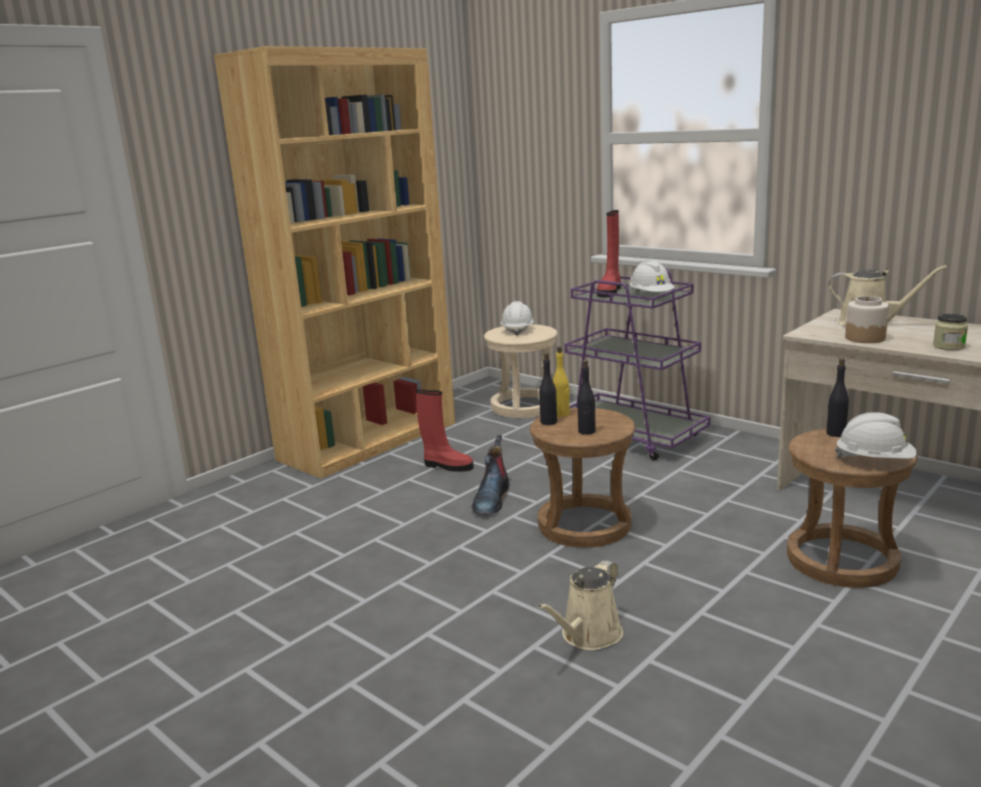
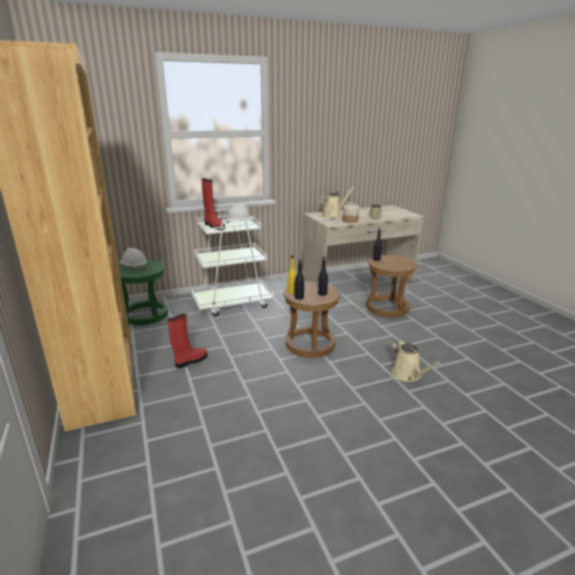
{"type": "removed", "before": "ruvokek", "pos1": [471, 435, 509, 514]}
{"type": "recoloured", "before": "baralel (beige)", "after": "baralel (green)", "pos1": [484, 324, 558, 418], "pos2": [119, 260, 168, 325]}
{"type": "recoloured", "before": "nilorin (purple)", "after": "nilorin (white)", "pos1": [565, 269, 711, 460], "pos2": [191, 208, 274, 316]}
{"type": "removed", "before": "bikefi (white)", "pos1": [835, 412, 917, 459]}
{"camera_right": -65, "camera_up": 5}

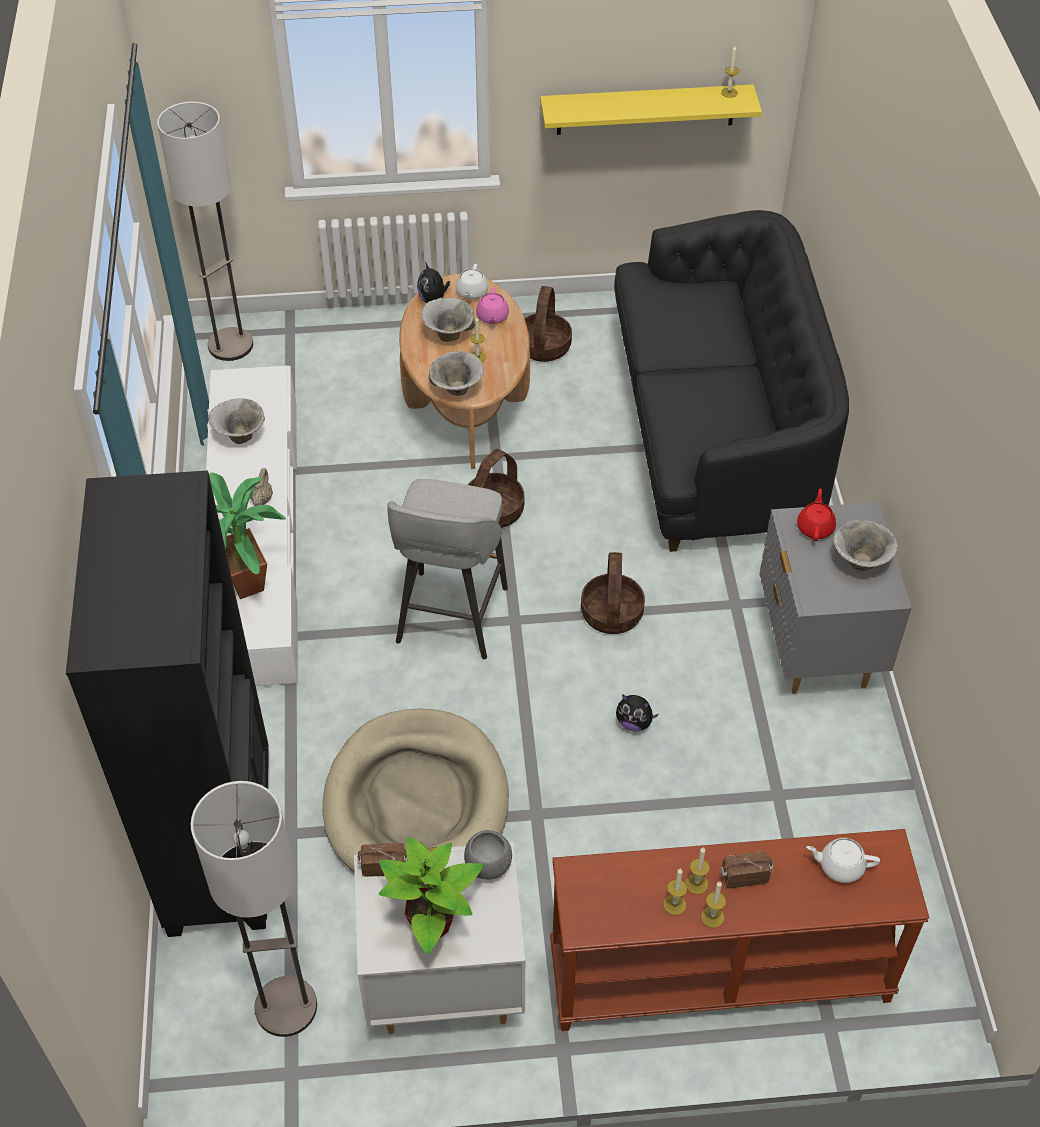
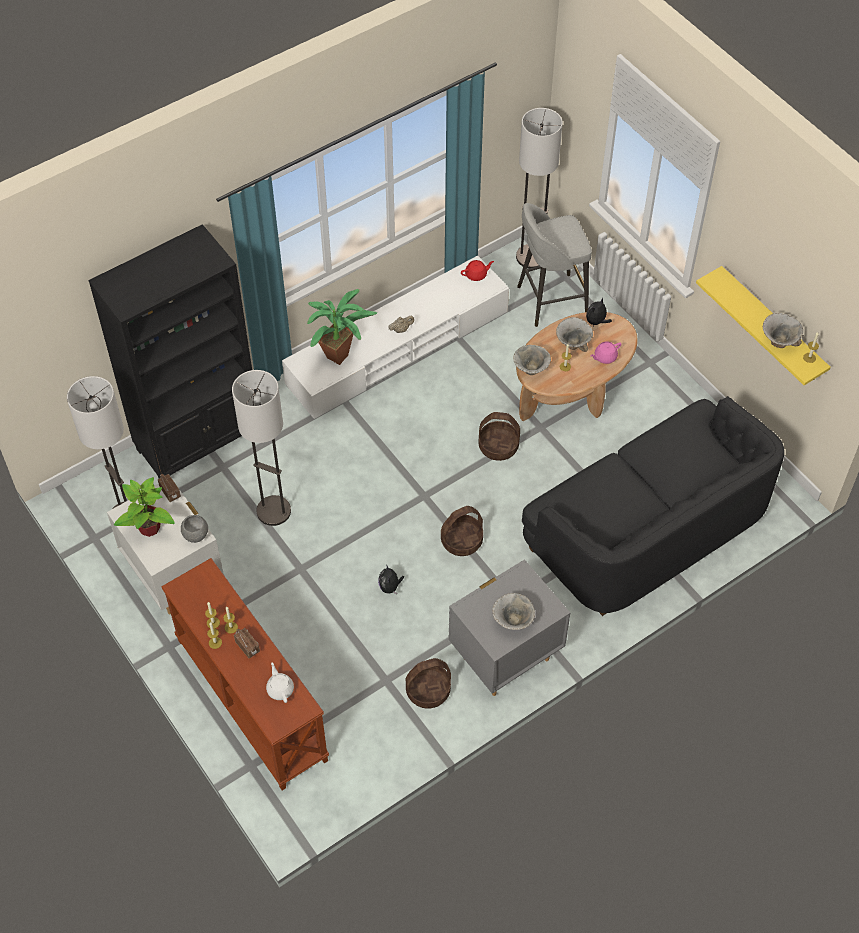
{"type": "moved", "before": "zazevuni", "pos1": [208, 398, 265, 444], "pos2": [763, 313, 803, 348]}
{"type": "replaced", "before": "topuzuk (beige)", "after": "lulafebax", "pos1": [322, 708, 509, 872], "pos2": [232, 370, 291, 526]}
{"type": "moved", "before": "baralel (grey)", "pos1": [387, 479, 508, 659], "pos2": [517, 203, 592, 327]}
{"type": "removed", "before": "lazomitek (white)", "pos1": [456, 264, 488, 300]}
{"type": "moved", "before": "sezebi", "pos1": [525, 286, 572, 362], "pos2": [406, 658, 451, 709]}
{"type": "moved", "before": "lazomitek (red)", "pos1": [797, 488, 836, 541], "pos2": [461, 260, 494, 281]}
{"camera_right": 60, "camera_up": 5}

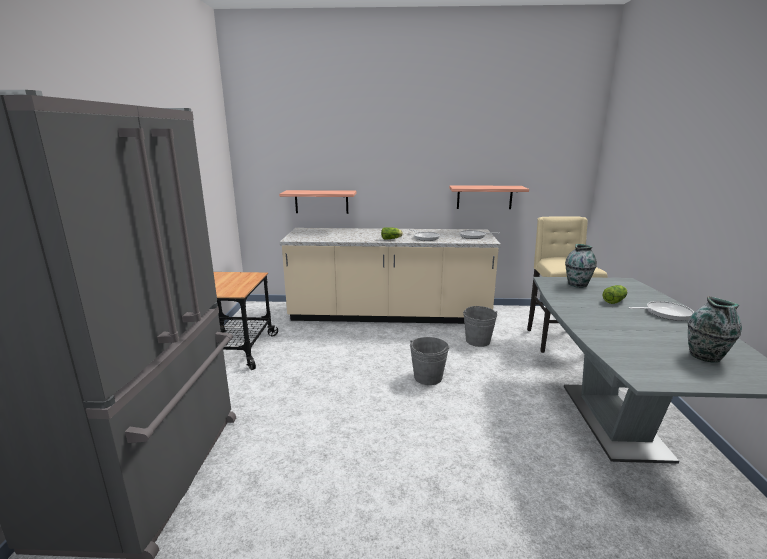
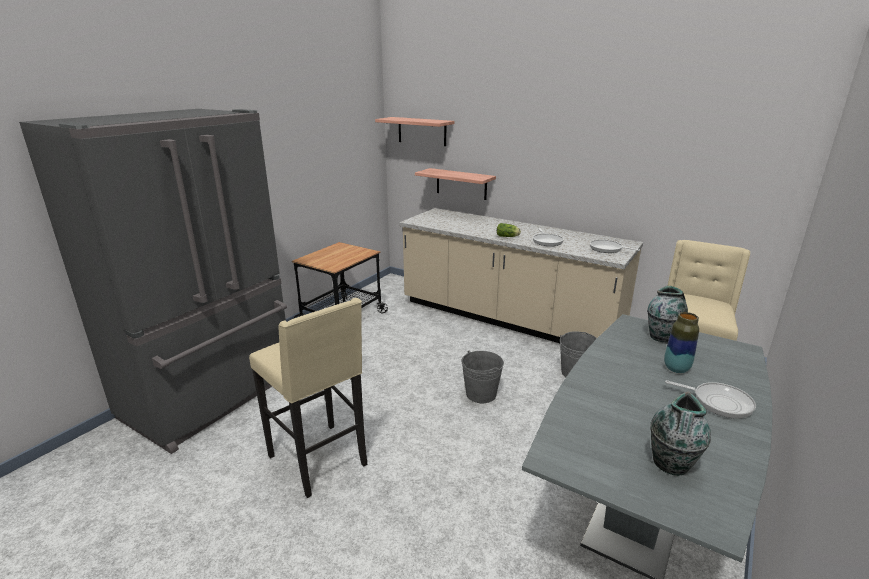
{"type": "moved", "before": "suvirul", "pos1": [449, 185, 529, 209], "pos2": [375, 117, 455, 146]}
{"type": "replaced", "before": "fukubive", "after": "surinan", "pos1": [603, 285, 627, 304], "pos2": [664, 312, 699, 373]}
{"type": "added", "after": "baralel (beige)", "pos2": [249, 298, 367, 498]}
{"camera_right": 30, "camera_up": 5}

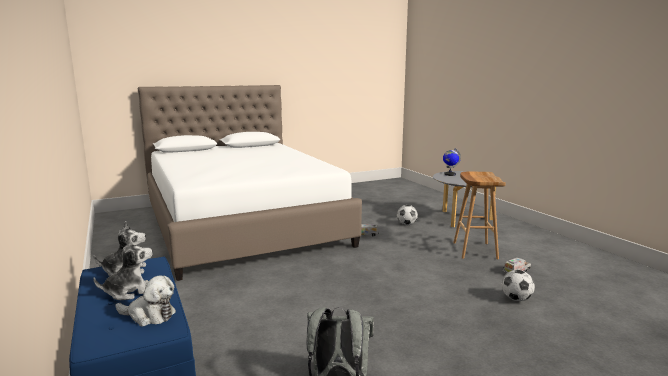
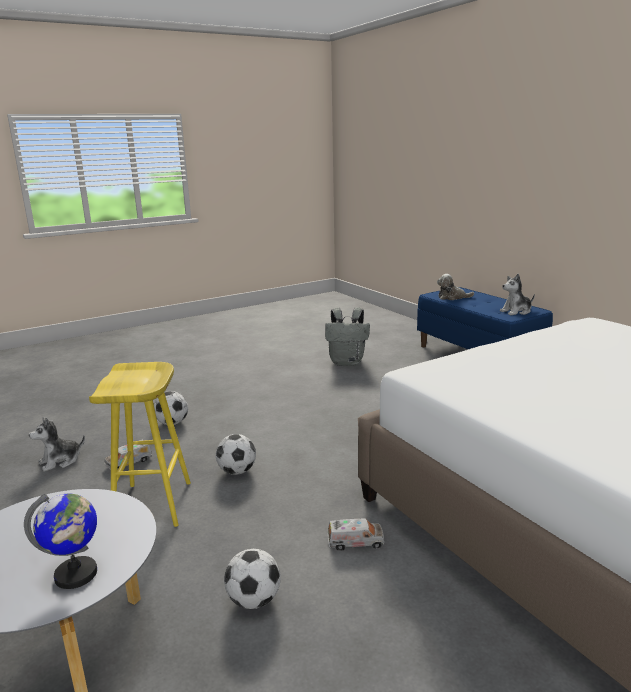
{"type": "moved", "before": "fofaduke", "pos1": [93, 237, 152, 300], "pos2": [29, 417, 85, 472]}
{"type": "recoloured", "before": "baralel (brown)", "after": "baralel (yellow)", "pos1": [453, 172, 506, 259], "pos2": [89, 362, 191, 527]}
{"type": "added", "after": "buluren", "pos2": [216, 434, 256, 475]}
{"camera_right": 175, "camera_up": 5}

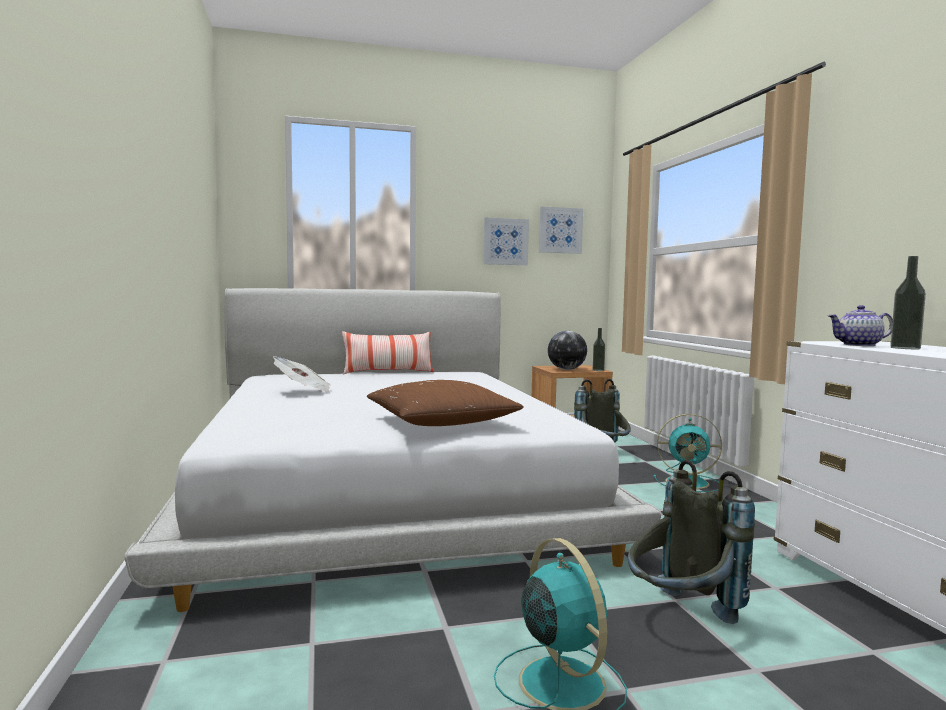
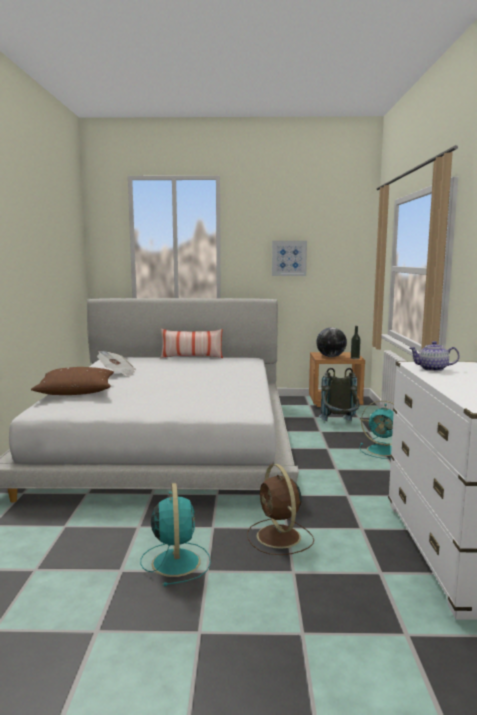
{"type": "moved", "before": "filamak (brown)", "pos1": [367, 380, 524, 426], "pos2": [31, 367, 114, 395]}
{"type": "removed", "before": "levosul", "pos1": [539, 206, 583, 254]}
{"type": "replaced", "before": "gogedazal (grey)", "after": "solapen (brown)", "pos1": [628, 460, 755, 624], "pos2": [247, 464, 314, 555]}
{"type": "removed", "before": "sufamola", "pos1": [890, 256, 926, 349]}
{"camera_right": 15, "camera_up": 5}

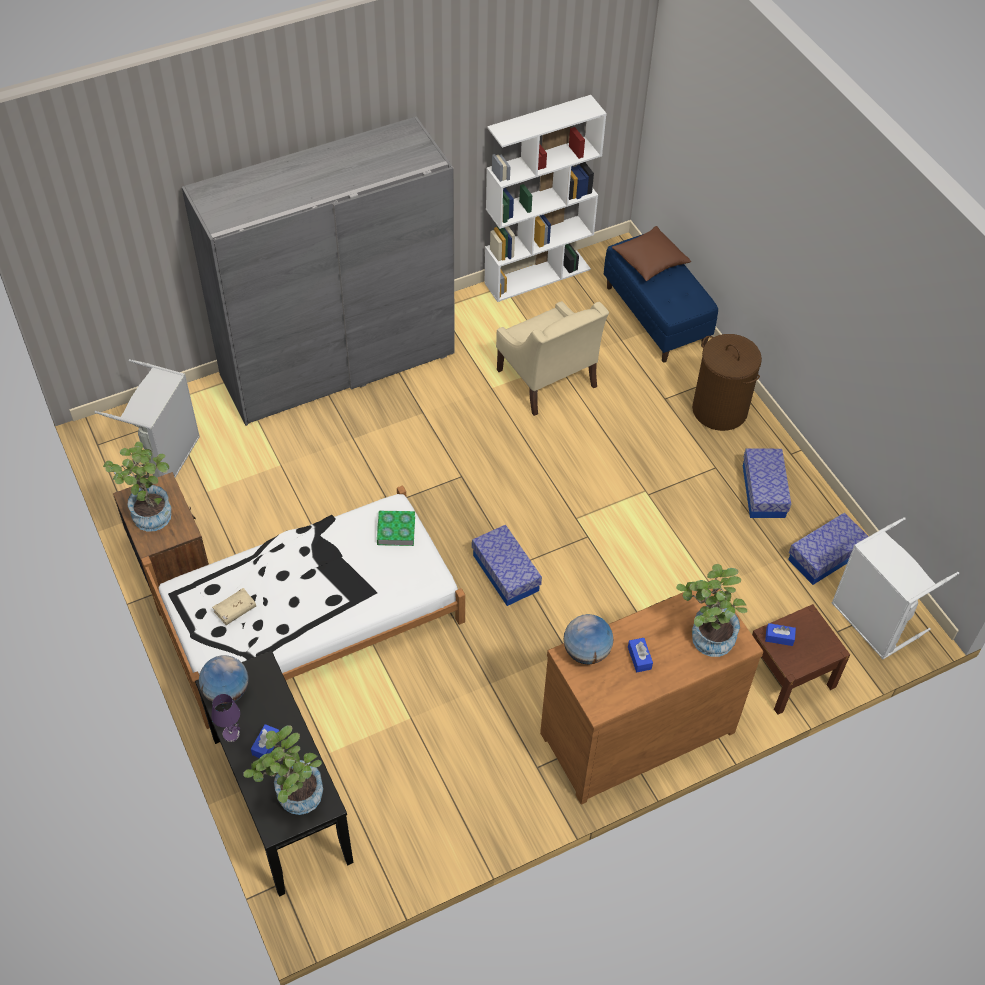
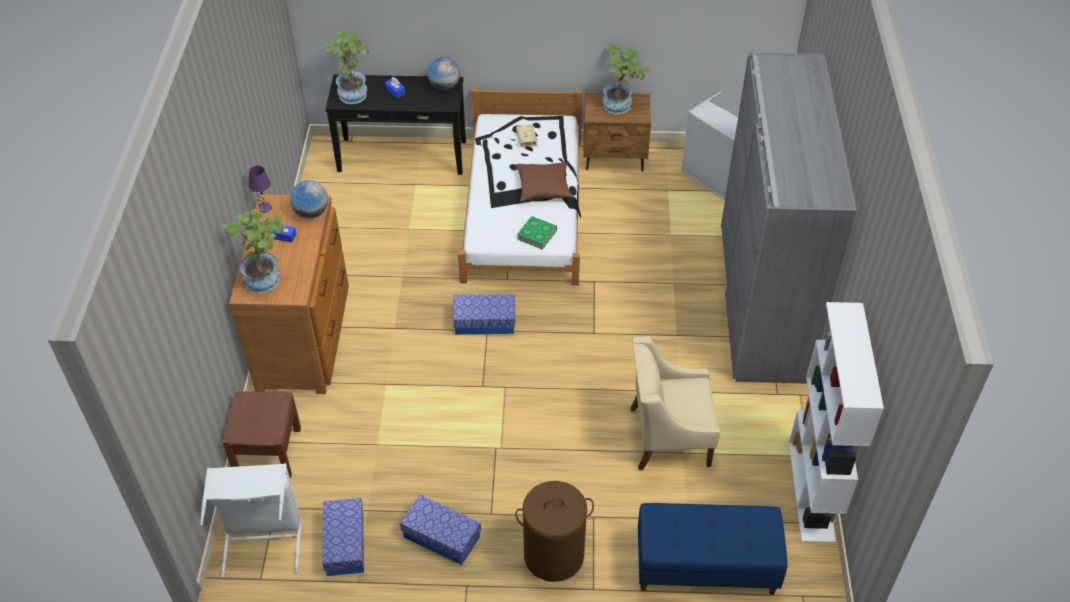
{"type": "moved", "before": "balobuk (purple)", "pos1": [211, 694, 240, 742], "pos2": [249, 166, 272, 212]}
{"type": "moved", "before": "filamak (brown)", "pos1": [612, 226, 691, 281], "pos2": [516, 162, 573, 202]}
{"type": "removed", "before": "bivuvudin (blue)", "pos1": [765, 623, 796, 646]}
{"camera_right": 120, "camera_up": -5}

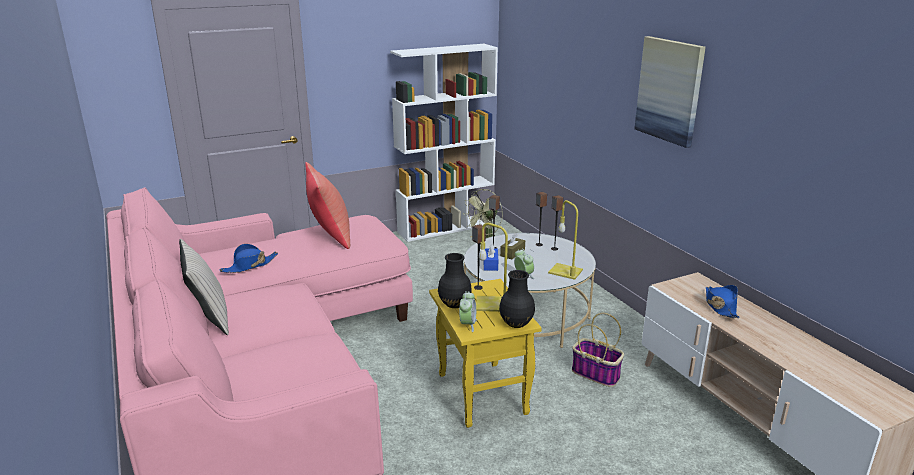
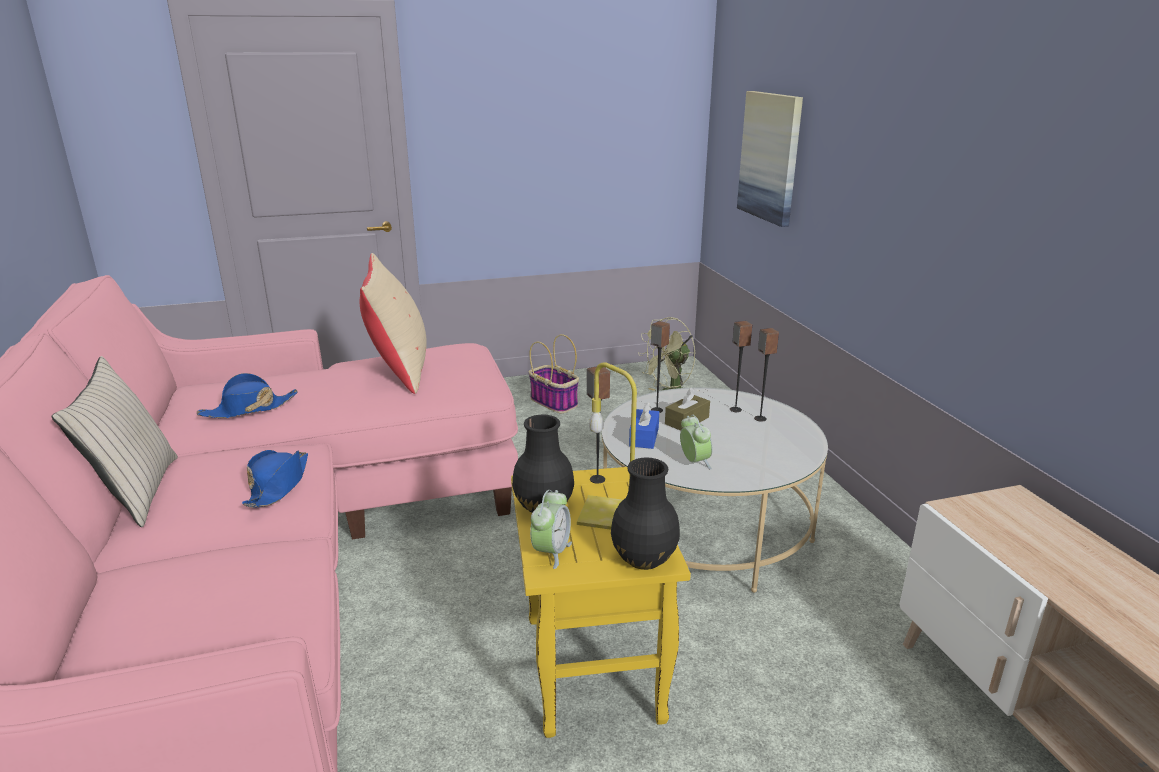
{"type": "recoloured", "before": "filamak (red)", "after": "filamak (beige)", "pos1": [305, 162, 350, 249], "pos2": [360, 253, 427, 394]}
{"type": "removed", "before": "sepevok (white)", "pos1": [390, 44, 498, 242]}
{"type": "removed", "before": "balobuk (yellow)", "pos1": [548, 200, 583, 280]}
{"type": "moved", "before": "sezebi", "pos1": [572, 313, 624, 387], "pos2": [529, 334, 579, 413]}
{"type": "moved", "before": "levosul", "pos1": [634, 36, 706, 148], "pos2": [737, 91, 803, 227]}
{"type": "moved", "before": "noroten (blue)", "pos1": [706, 285, 740, 318], "pos2": [242, 450, 308, 508]}
{"camera_right": 10, "camera_up": 0}

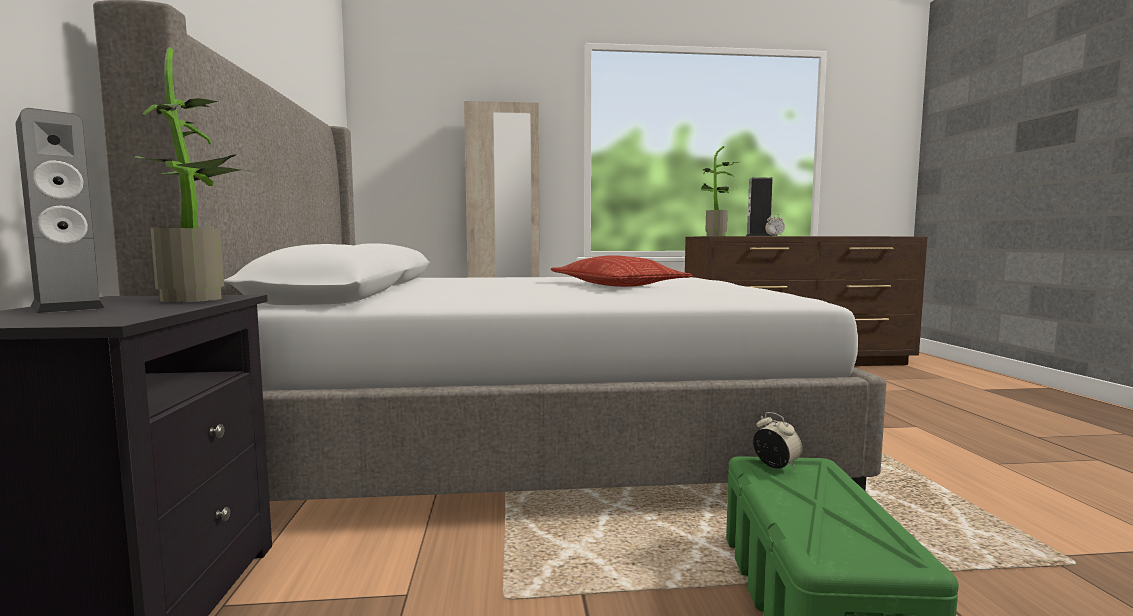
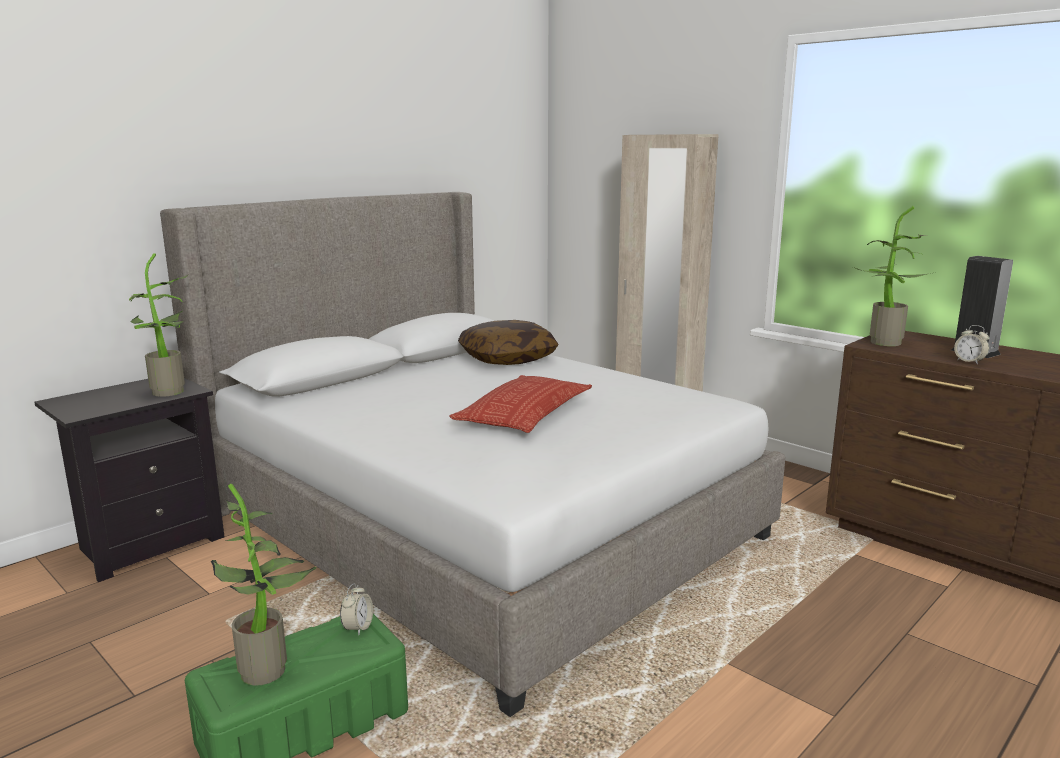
{"type": "removed", "before": "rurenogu", "pos1": [15, 108, 105, 313]}
{"type": "added", "after": "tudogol", "pos2": [211, 484, 316, 686]}
{"type": "added", "after": "filamak", "pos2": [458, 320, 559, 365]}
{"camera_right": 50, "camera_up": 10}

